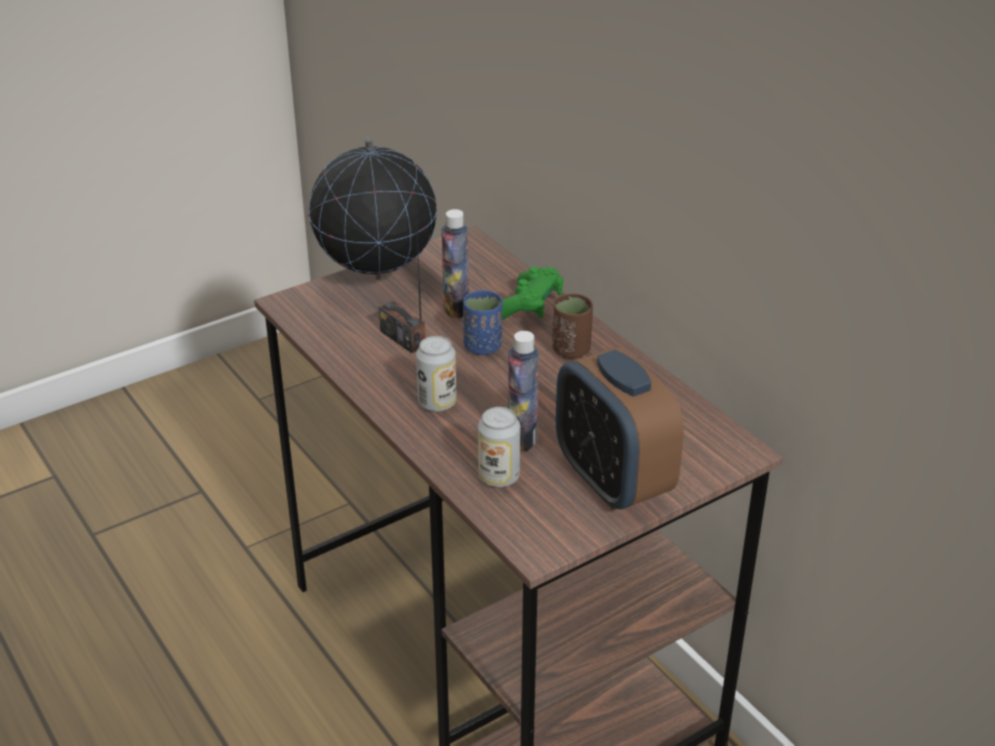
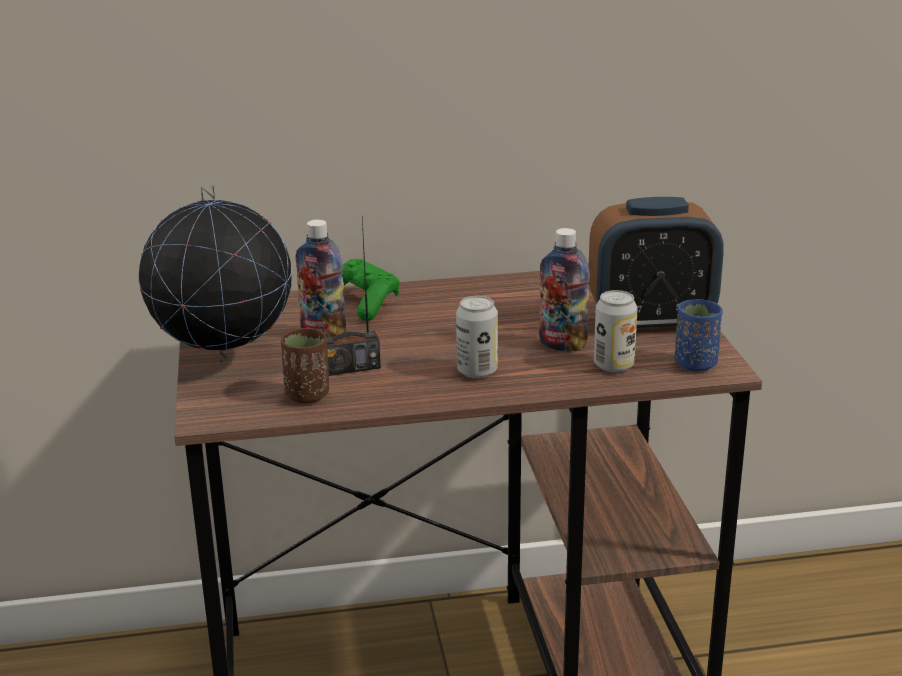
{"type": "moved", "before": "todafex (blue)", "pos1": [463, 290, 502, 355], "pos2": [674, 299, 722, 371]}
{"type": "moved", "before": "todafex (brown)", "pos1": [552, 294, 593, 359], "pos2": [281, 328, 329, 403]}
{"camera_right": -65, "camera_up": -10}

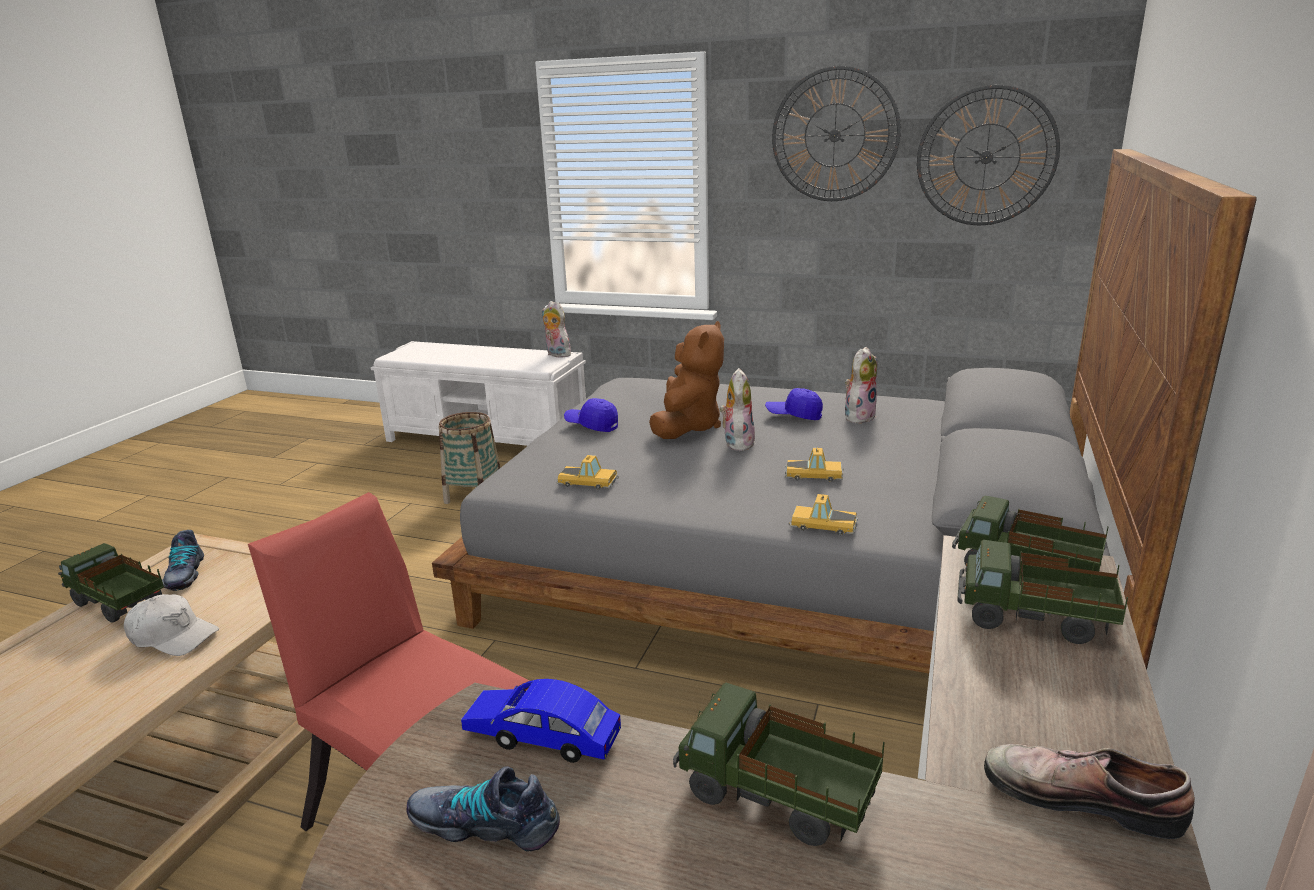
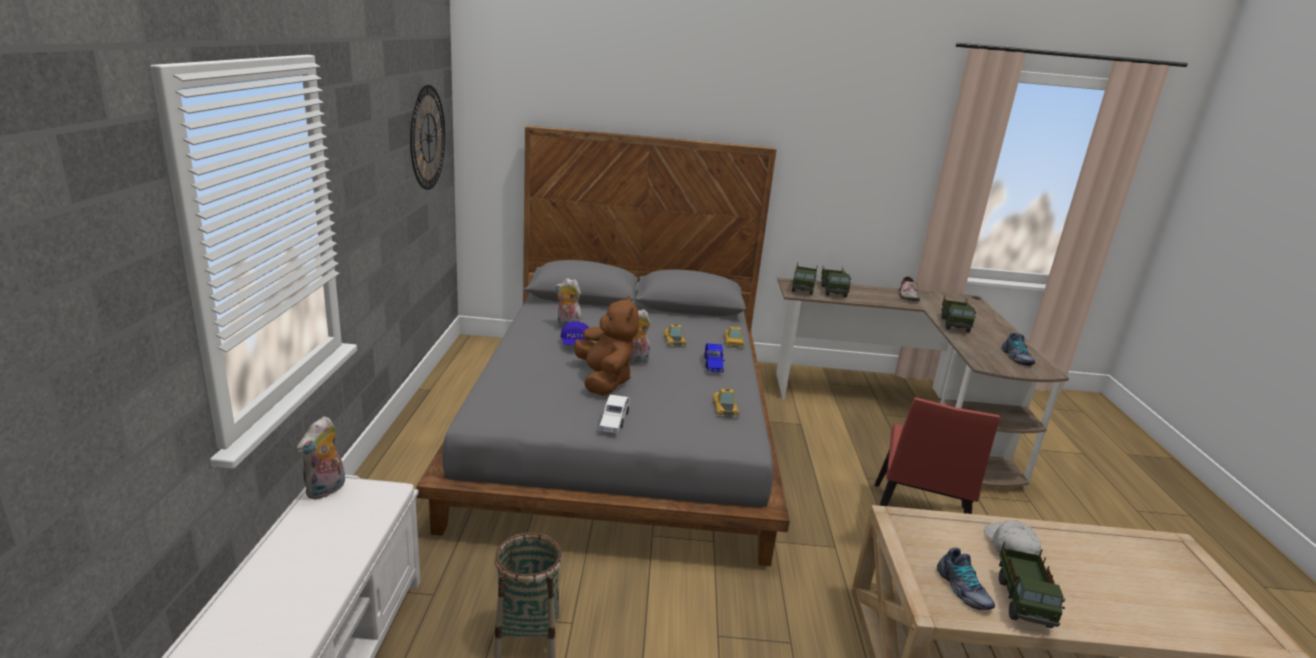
{"type": "turned", "before": "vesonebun", "pos1": [162, 530, 204, 591], "pos2": [937, 547, 995, 610], "turn": 105}
{"type": "moved", "before": "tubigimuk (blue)", "pos1": [461, 679, 621, 763], "pos2": [704, 343, 725, 373]}
{"type": "replaced", "before": "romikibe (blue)", "after": "tubigimuk (white)", "pos1": [564, 398, 618, 432], "pos2": [599, 395, 630, 433]}
{"type": "turned", "before": "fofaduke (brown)", "pos1": [649, 321, 724, 439], "pos2": [574, 295, 639, 396], "turn": 75}
{"type": "removed", "before": "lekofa", "pos1": [772, 66, 901, 201]}
{"camera_right": -110, "camera_up": 0}

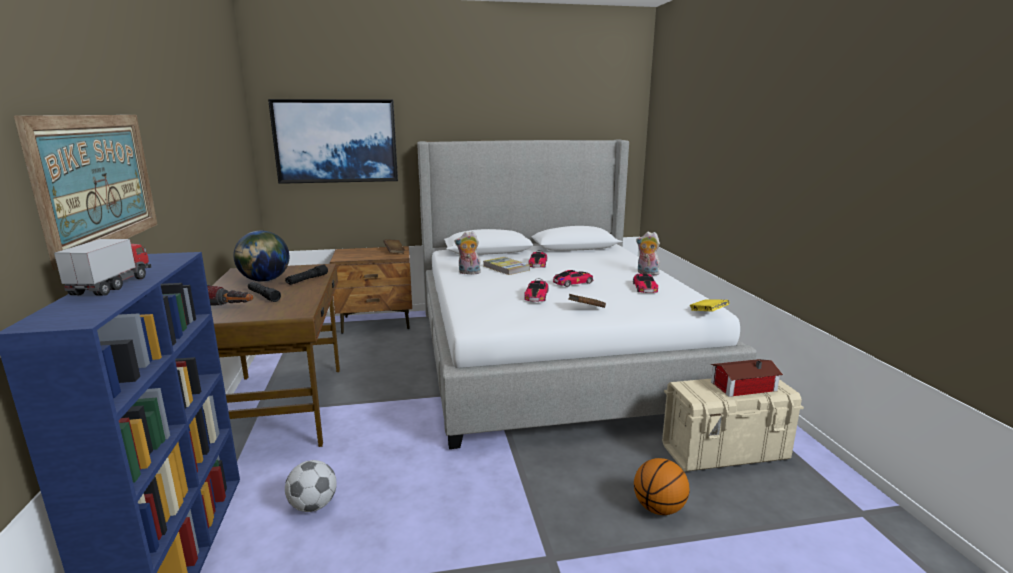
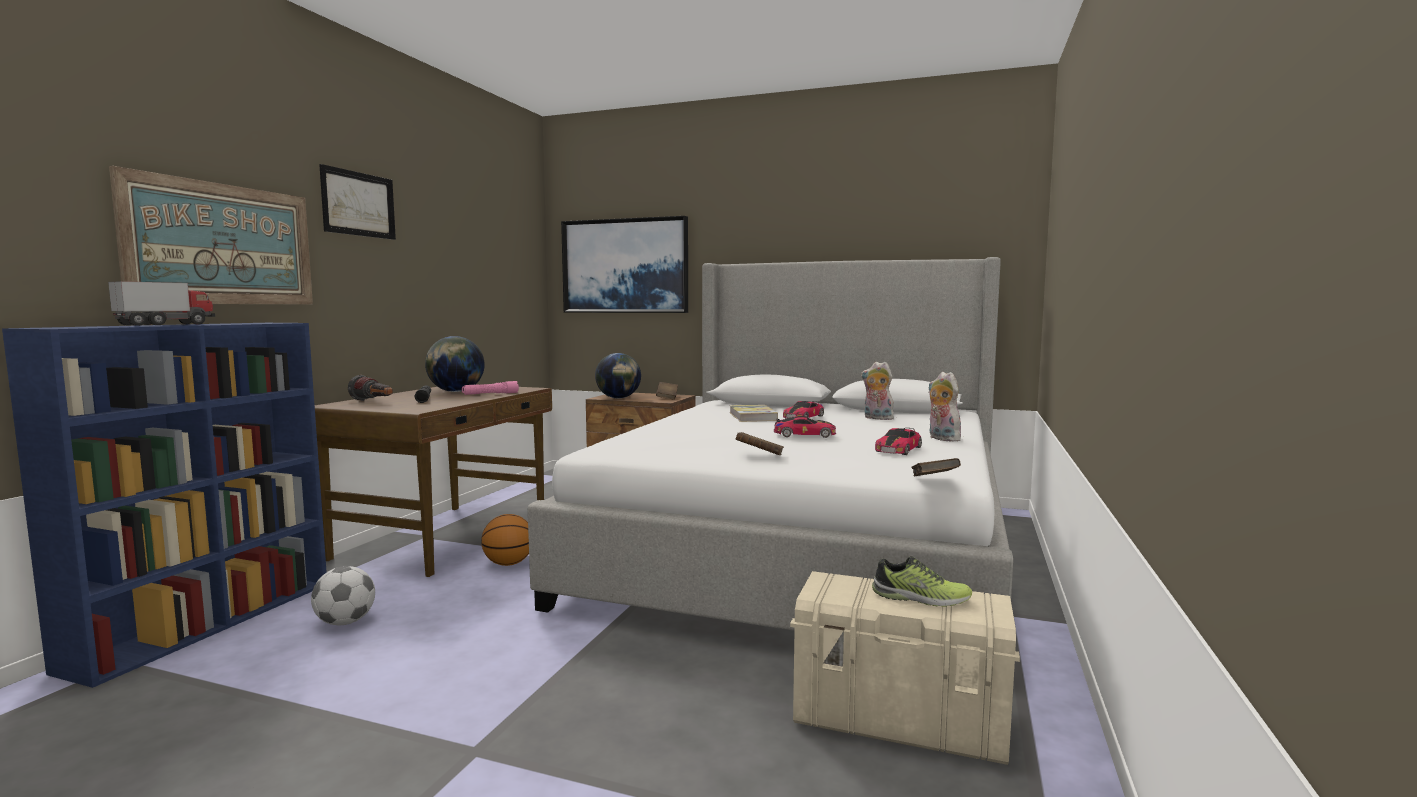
{"type": "recoloured", "before": "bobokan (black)", "after": "bobokan (pink)", "pos1": [285, 264, 328, 285], "pos2": [462, 381, 519, 395]}
{"type": "moved", "before": "fofaduke", "pos1": [454, 231, 481, 274], "pos2": [861, 362, 894, 420]}
{"type": "removed", "before": "tubigimuk", "pos1": [524, 279, 549, 302]}
{"type": "moved", "before": "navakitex", "pos1": [634, 458, 689, 515], "pos2": [481, 514, 529, 566]}
{"type": "recoloured", "before": "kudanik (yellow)", "after": "kudanik (brown)", "pos1": [689, 299, 729, 312], "pos2": [911, 458, 961, 476]}
{"type": "replaced", "before": "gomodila", "after": "vesonebun", "pos1": [711, 359, 783, 397], "pos2": [872, 556, 972, 607]}
{"type": "added", "after": "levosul", "pos2": [319, 164, 396, 240]}
{"type": "added", "after": "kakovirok", "pos2": [595, 353, 641, 398]}
{"camera_right": 30, "camera_up": -10}

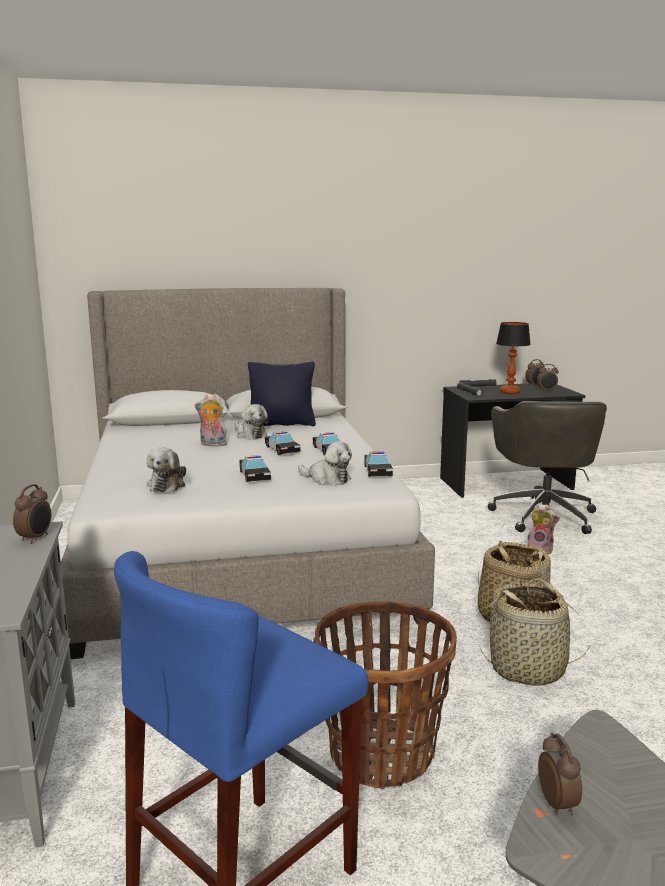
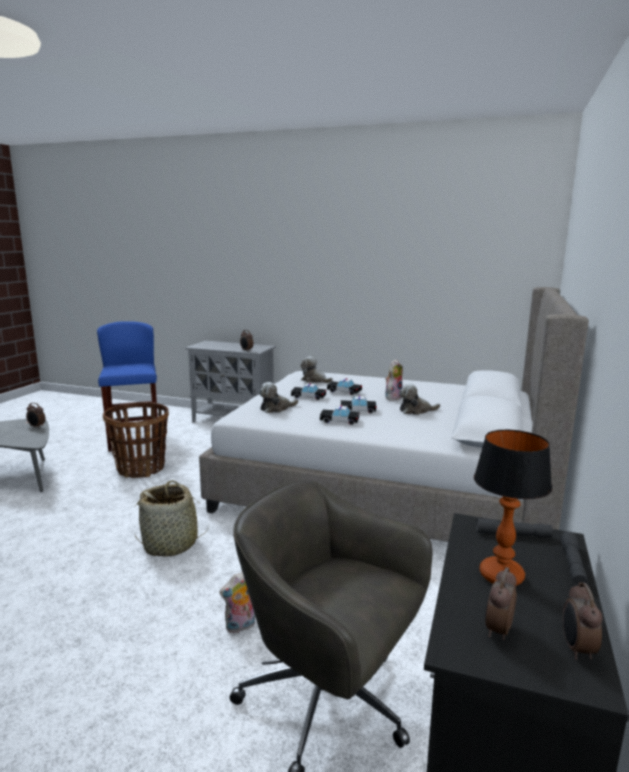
{"type": "removed", "before": "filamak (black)", "pos1": [248, 362, 316, 426]}
{"type": "moved", "before": "tubigimuk", "pos1": [364, 451, 393, 477], "pos2": [327, 378, 362, 395]}
{"type": "removed", "before": "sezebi", "pos1": [480, 578, 590, 686]}
{"camera_right": 120, "camera_up": 0}

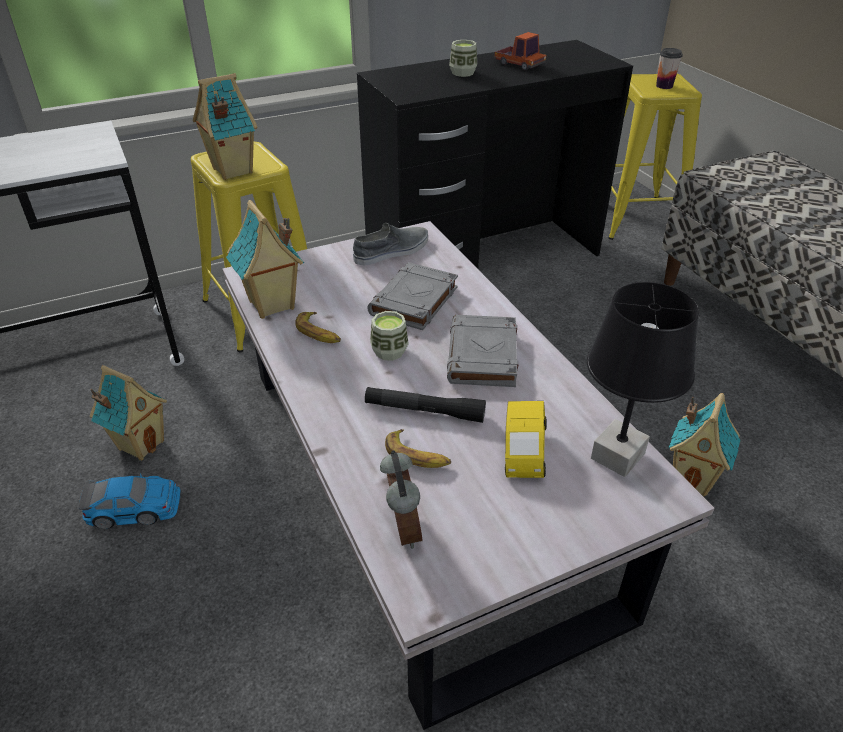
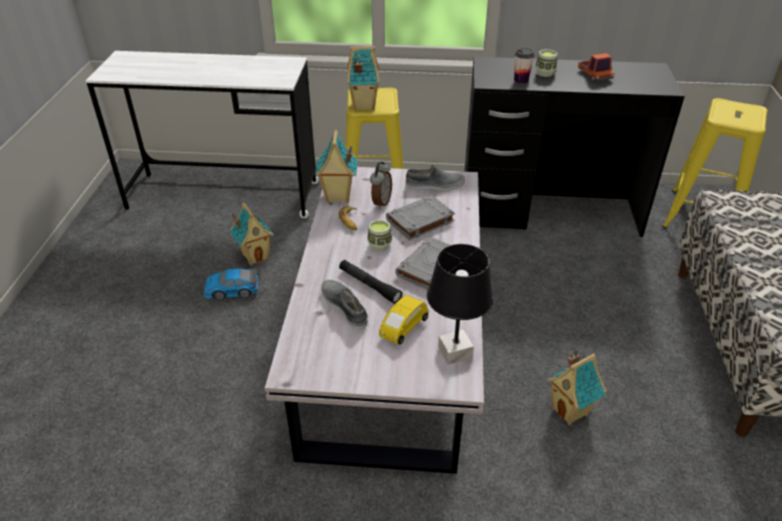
{"type": "turned", "before": "tubigimuk", "pos1": [78, 474, 180, 529], "pos2": [204, 268, 258, 300], "turn": 150}
{"type": "moved", "before": "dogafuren", "pos1": [380, 450, 422, 549], "pos2": [370, 162, 392, 209]}
{"type": "replaced", "before": "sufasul", "after": "vesonebun (grey)", "pos1": [385, 429, 451, 468], "pos2": [321, 280, 368, 330]}
{"type": "moved", "before": "todafex", "pos1": [656, 48, 683, 89], "pos2": [514, 48, 535, 84]}
{"camera_right": 30, "camera_up": 0}

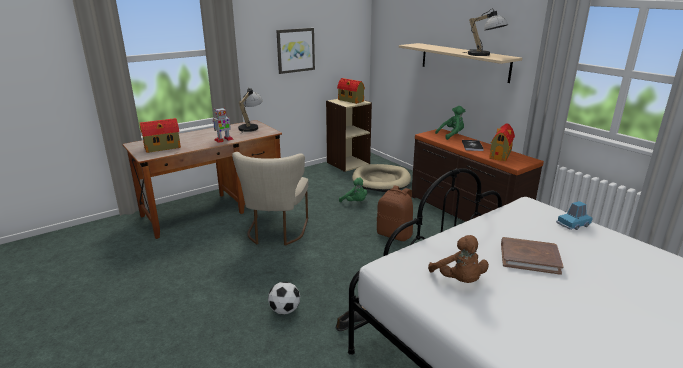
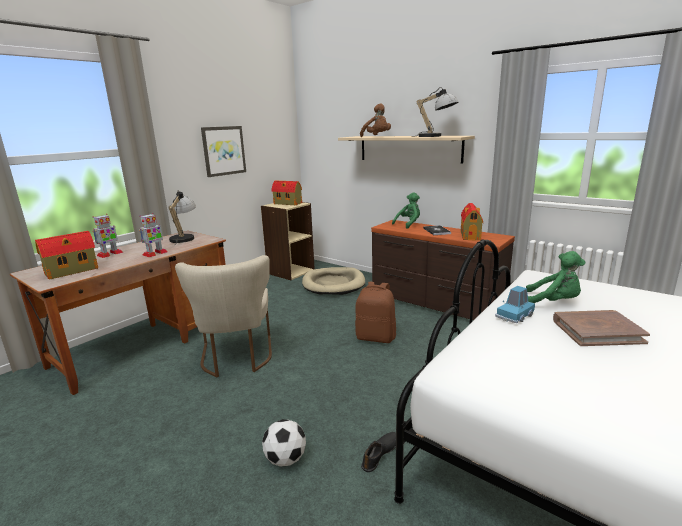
{"type": "moved", "before": "fofaduke (green)", "pos1": [339, 177, 367, 202], "pos2": [526, 251, 585, 303]}
{"type": "moved", "before": "fofaduke (brown)", "pos1": [428, 235, 489, 283], "pos2": [360, 103, 391, 137]}
{"type": "moved", "before": "tubigimuk (blue)", "pos1": [556, 201, 593, 230], "pos2": [495, 286, 535, 323]}
{"type": "added", "after": "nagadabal", "pos2": [92, 214, 123, 258]}
{"camera_right": -15, "camera_up": -5}

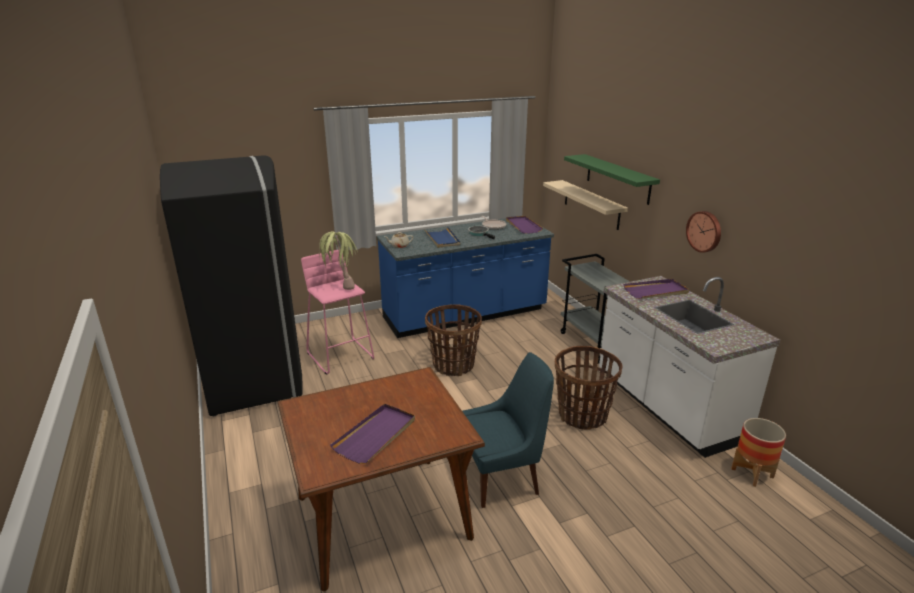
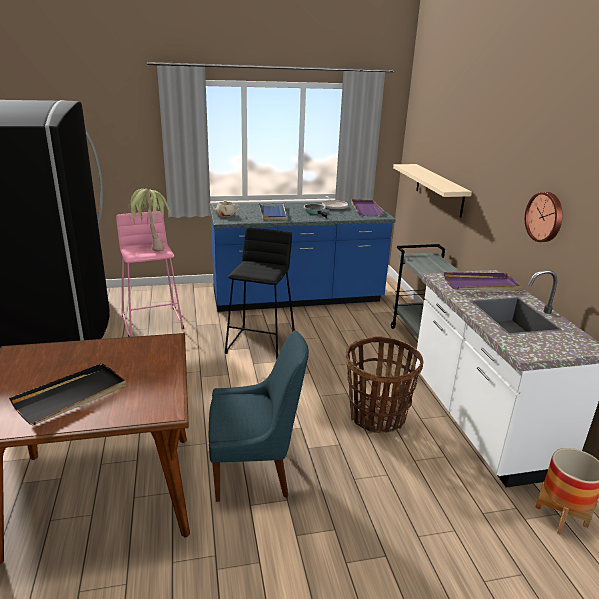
{"type": "recoloured", "before": "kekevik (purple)", "after": "kekevik (black)", "pos1": [330, 404, 415, 464], "pos2": [9, 363, 126, 425]}
{"type": "replaced", "before": "sezebi", "after": "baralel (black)", "pos1": [425, 304, 482, 376], "pos2": [225, 227, 295, 360]}
{"type": "removed", "before": "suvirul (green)", "pos1": [564, 154, 660, 205]}
{"camera_right": 10, "camera_up": 0}

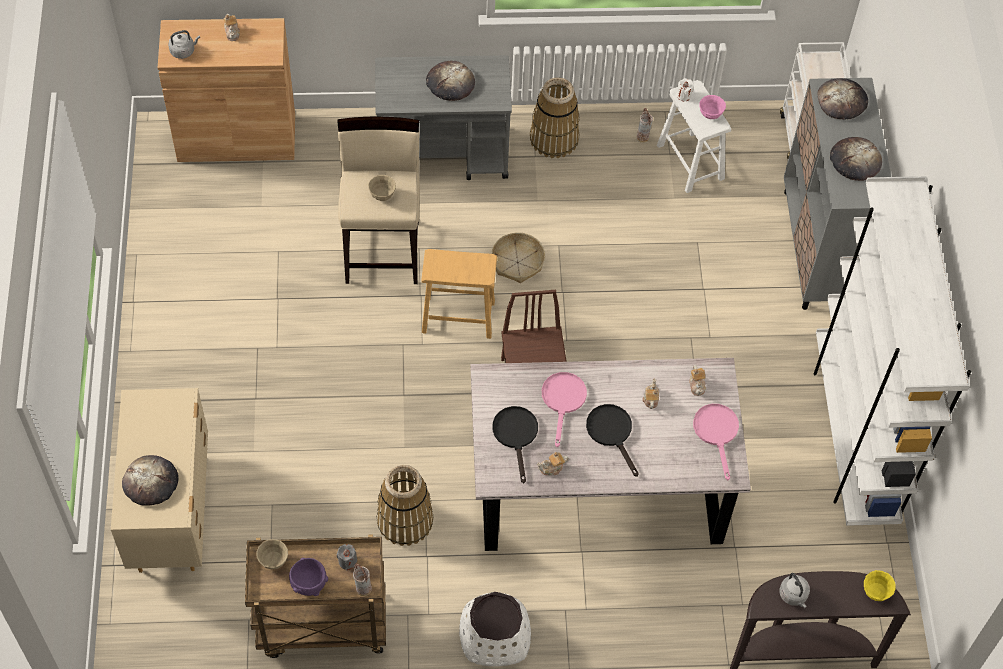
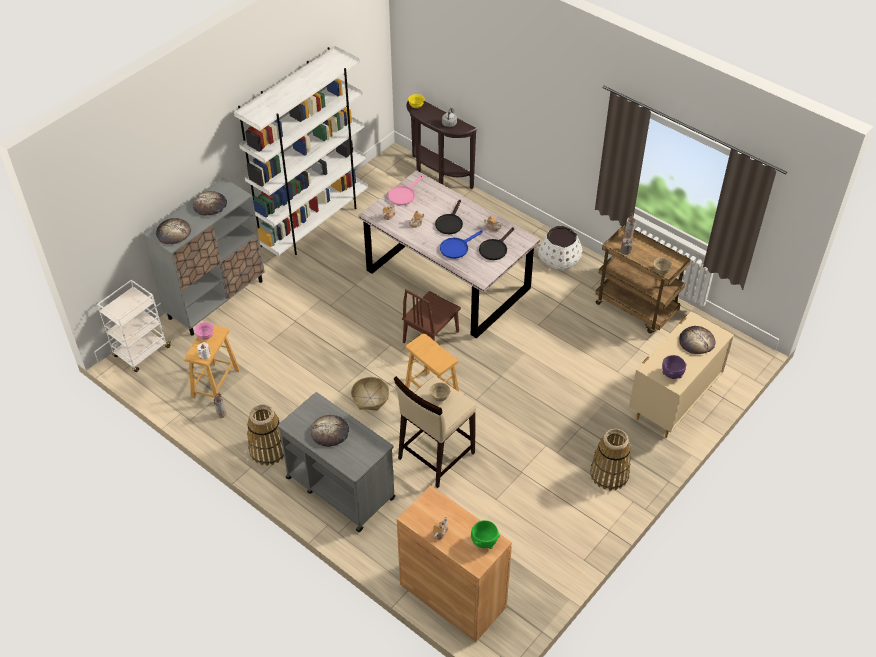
{"type": "replaced", "before": "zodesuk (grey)", "after": "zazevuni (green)", "pos1": [168, 30, 200, 59], "pos2": [471, 520, 500, 549]}
{"type": "moved", "before": "zazevuni (purple)", "pos1": [289, 558, 328, 596], "pos2": [662, 355, 687, 379]}
{"type": "moved", "before": "sezebi", "pos1": [376, 465, 434, 546], "pos2": [590, 429, 631, 491]}
{"type": "recoloured", "before": "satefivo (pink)", "after": "satefivo (blue)", "pos1": [542, 372, 587, 447], "pos2": [440, 230, 483, 259]}
{"type": "recoloured", "before": "baralel (white)", "after": "baralel (brown)", "pos1": [657, 80, 731, 193], "pos2": [184, 324, 240, 398]}
{"camera_right": -135, "camera_up": -10}

